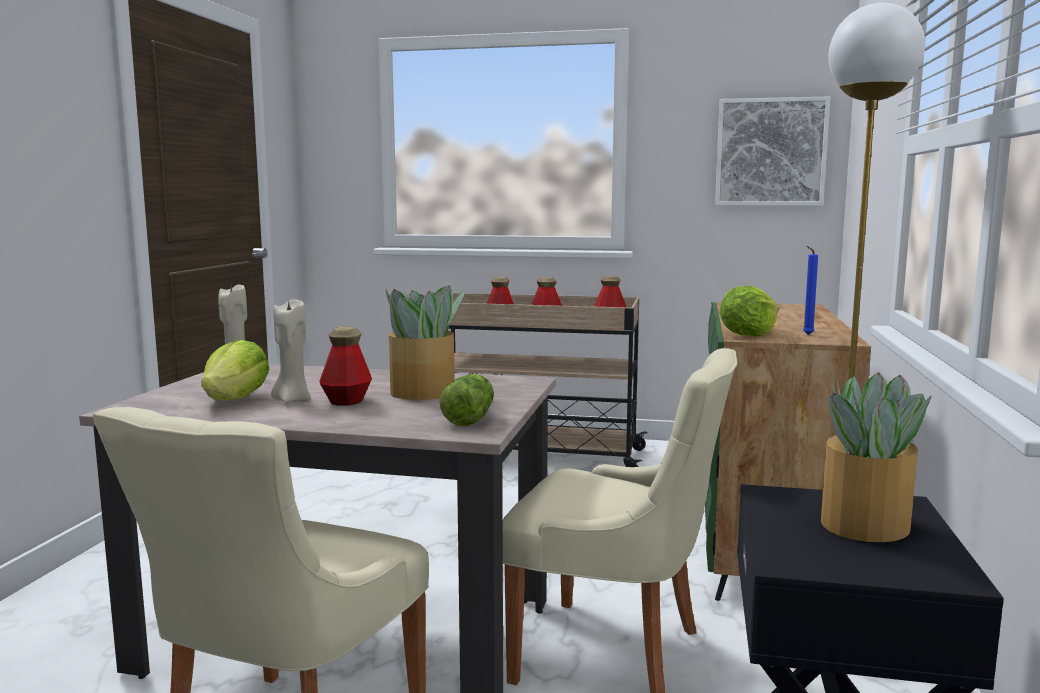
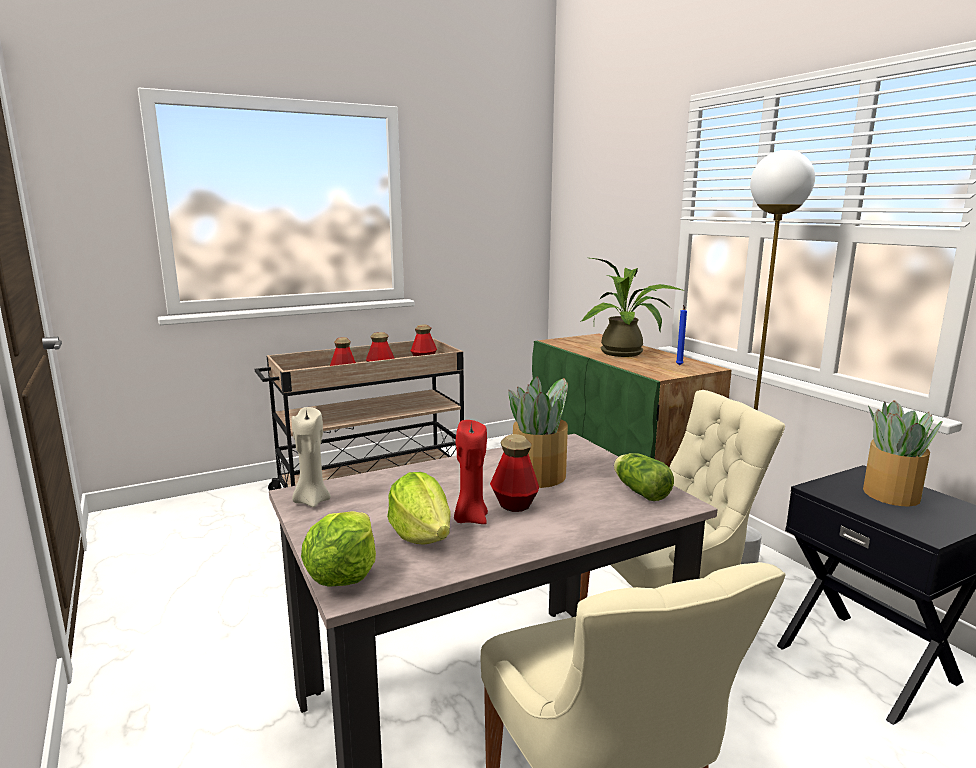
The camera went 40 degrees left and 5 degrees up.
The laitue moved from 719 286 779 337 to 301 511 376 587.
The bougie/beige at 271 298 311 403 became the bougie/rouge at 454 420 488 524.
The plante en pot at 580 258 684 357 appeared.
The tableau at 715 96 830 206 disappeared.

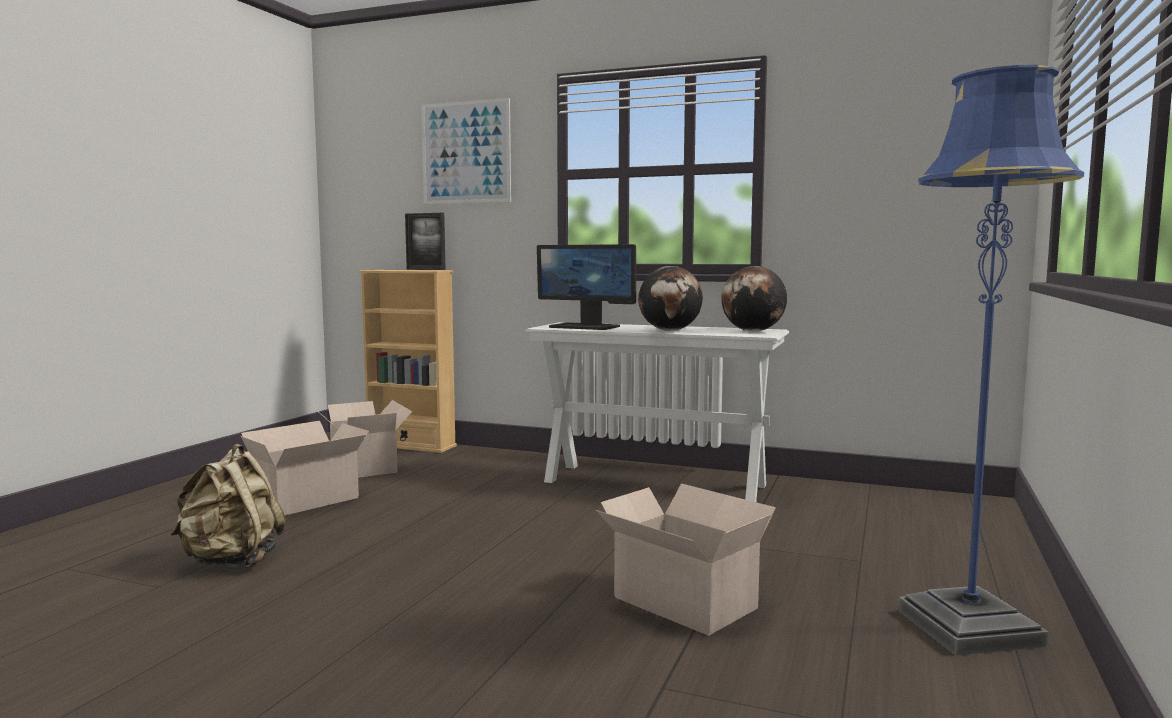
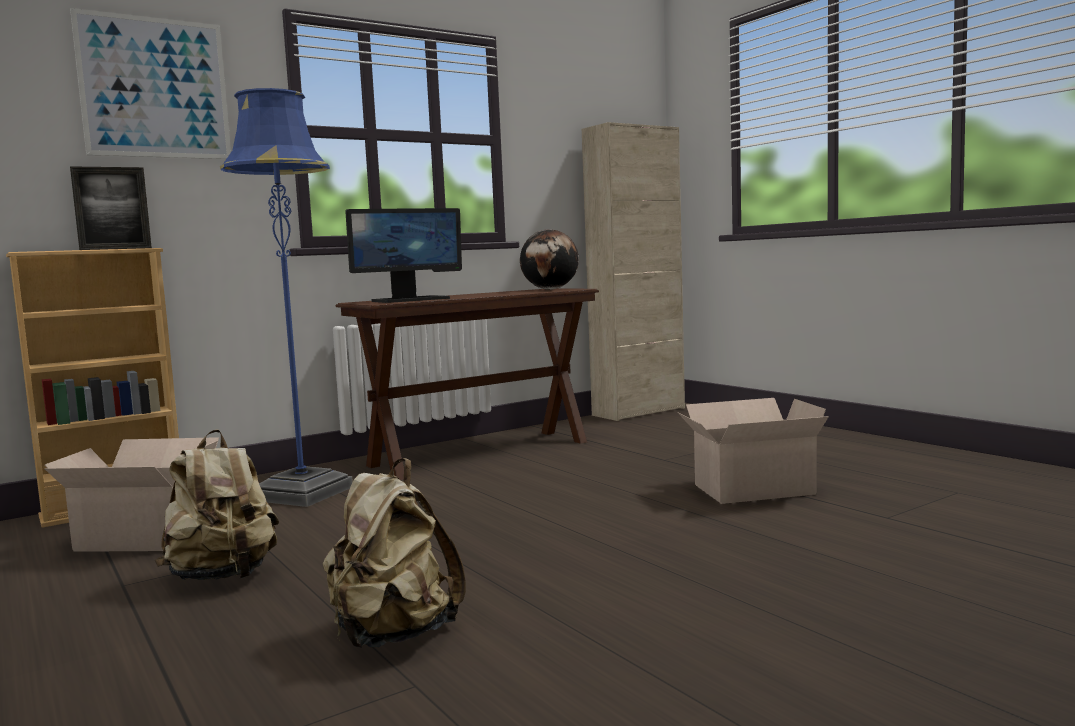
The camera went 55 degrees left and 0 degrees up.
The carton at 241 421 369 515 was replaced by the sac à dos/beige at 155 429 279 580.
The lampadaire/bleu moved from 899 65 1084 656 to 220 88 353 507.
The table console/blanc at 525 322 789 502 became the table console/marron at 336 288 599 480.
The meuble de rangement/beige at 582 122 685 421 appeared.
The globe at 638 266 703 331 disappeared.

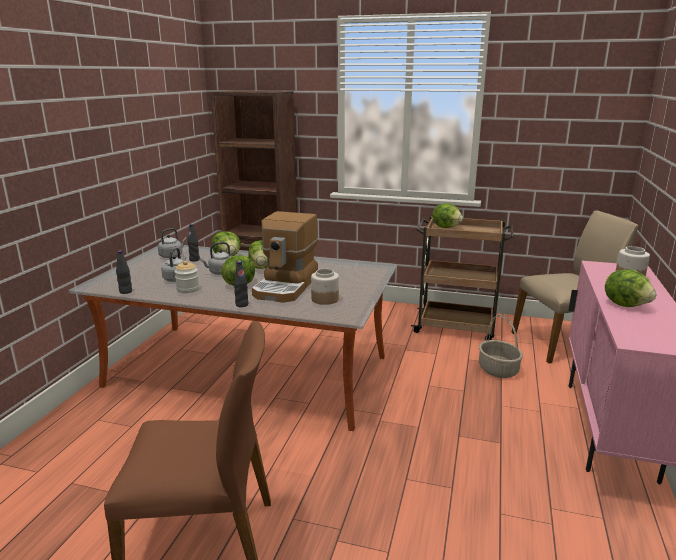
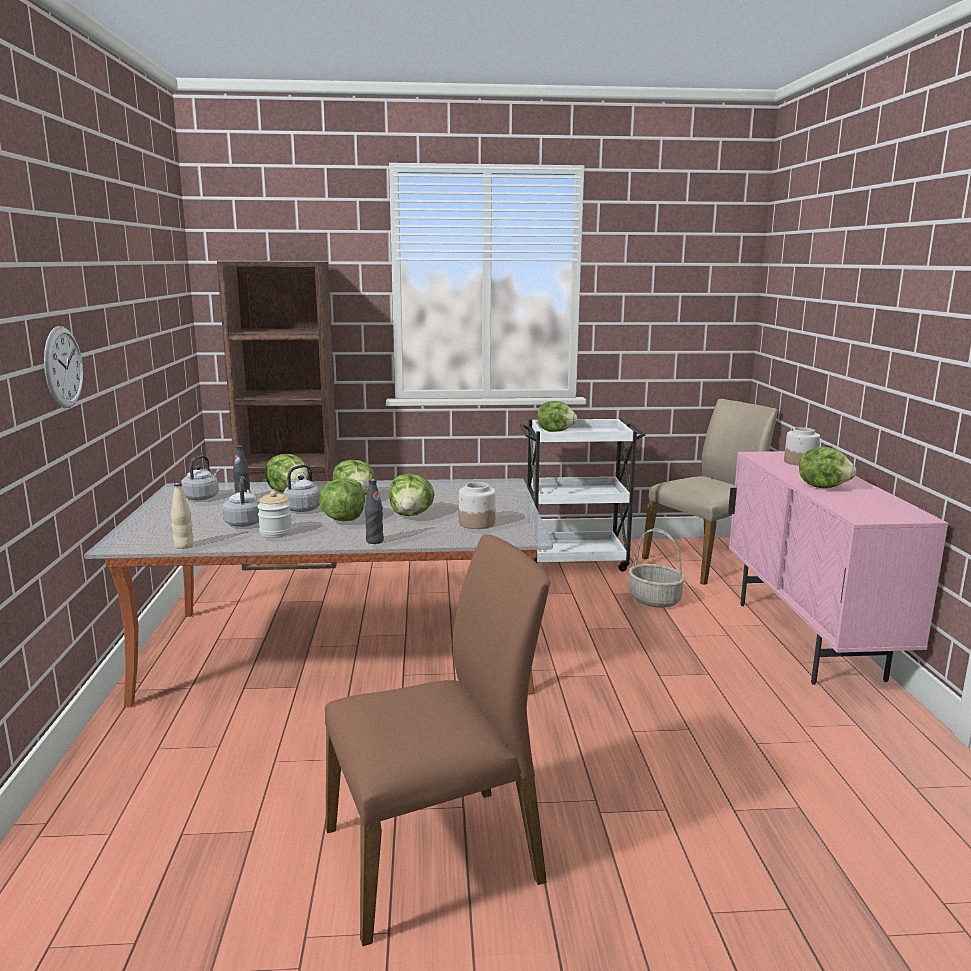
The camera went 20 degrees left and 5 degrees down.
The horloge murale at 44 326 83 408 appeared.
The bouteille/noir at 116 250 132 294 became the bouteille/beige at 171 483 194 549.
The machine à café at 252 211 318 302 was replaced by the laitue at 389 474 435 516.
The chariot/marron at 411 216 513 340 became the chariot/blanc at 520 419 645 572.

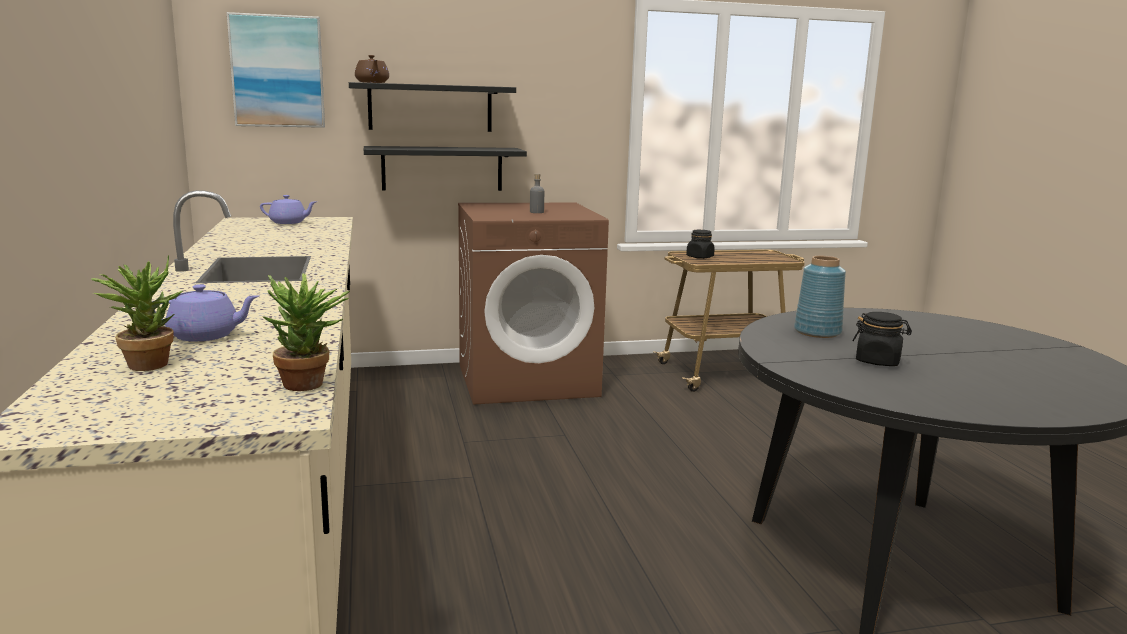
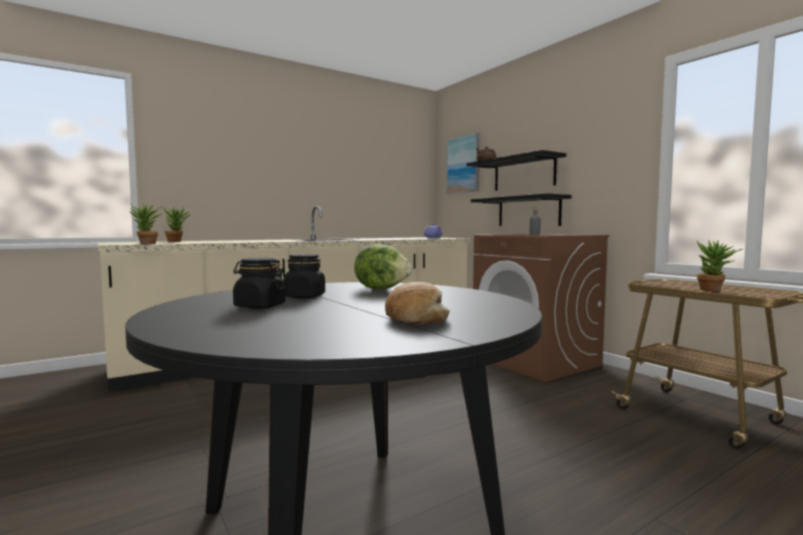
The camera went 70 degrees right and 10 degrees down.
The bocal/noir moved from 686 230 715 259 to 233 258 285 309.
The vase/bleu at 794 256 846 338 was replaced by the laitue at 354 244 412 289.
The pain at 385 282 450 325 appeared.
The plante en pot at 697 240 742 291 appeared.
The théière/violet at 152 284 259 341 disappeared.

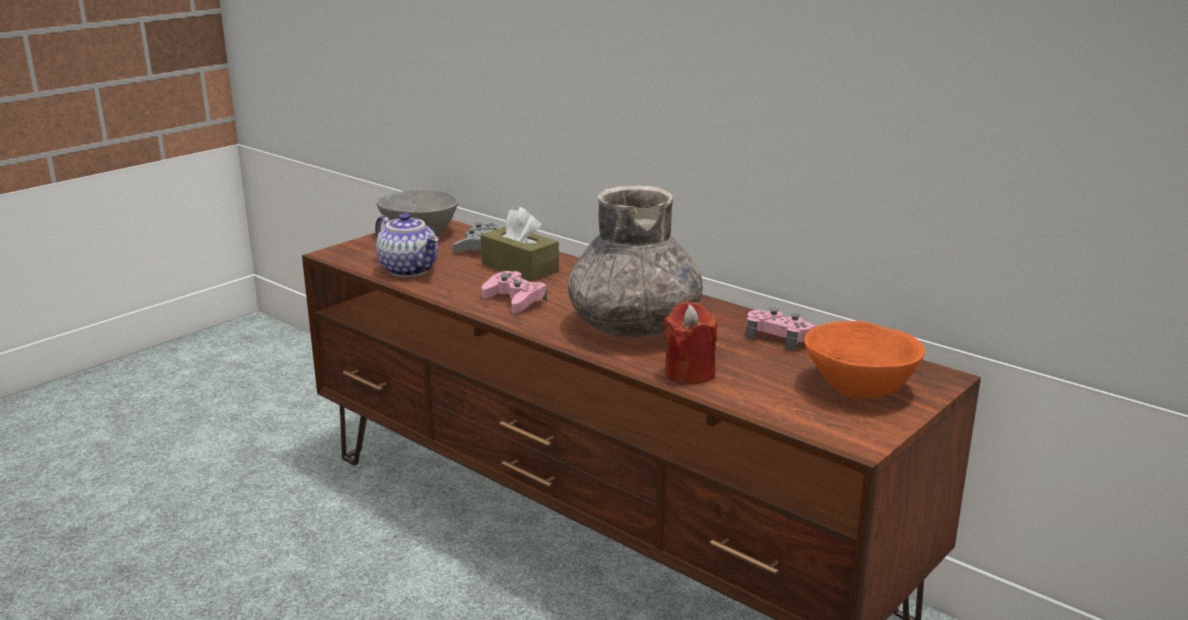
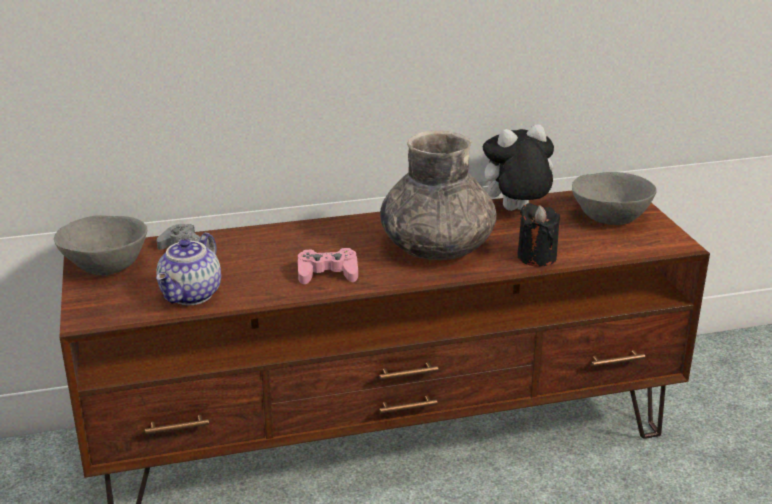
The camera went 55 degrees left and 5 degrees up.
The théière at 375 213 439 277 turned 120 degrees clockwise.
The manette/rose at 746 308 816 351 was replaced by the peluche at 478 124 554 211.
The bougie/rouge at 664 301 717 385 became the bougie/noir at 517 203 560 267.
The bol/orange at 804 321 925 399 became the bol/gris at 572 172 657 225.
The boîte à mouchoirs/marron at 481 207 559 282 disappeared.

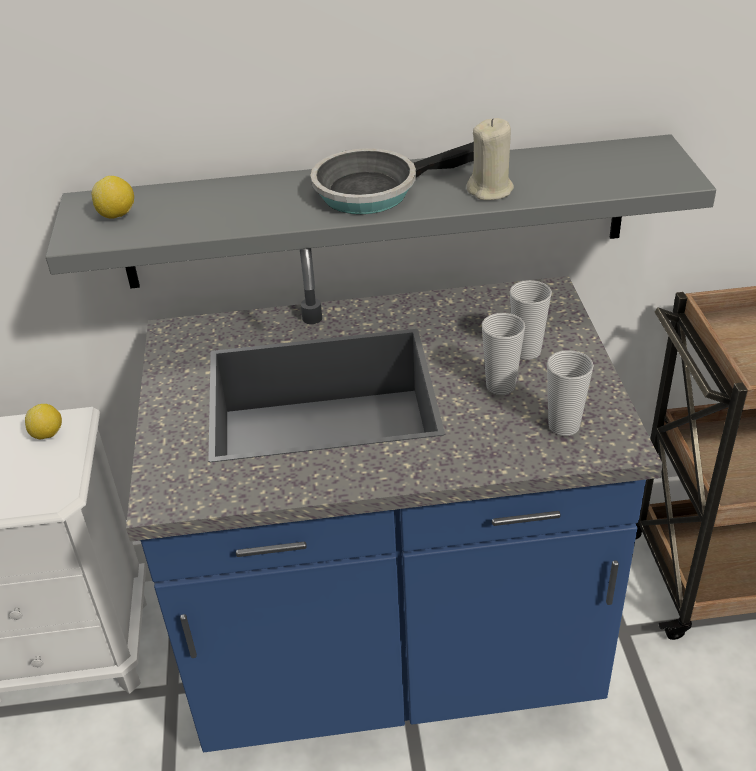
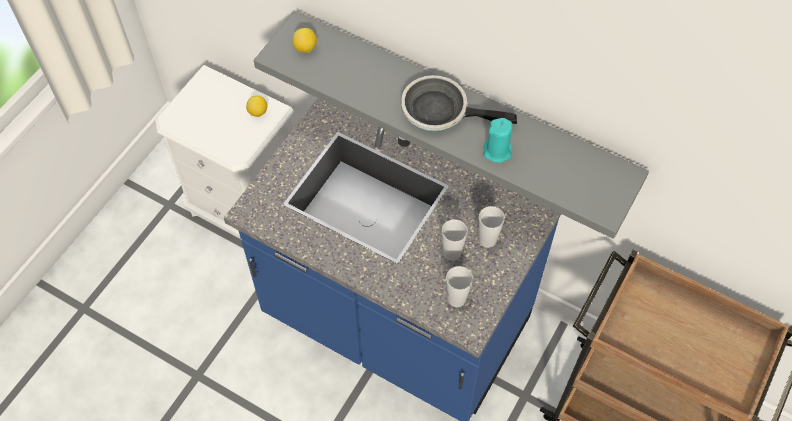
The camera went 35 degrees right and 20 degrees up.
The bougie/beige at 467 118 514 200 became the bougie/turquoise at 483 118 512 163.

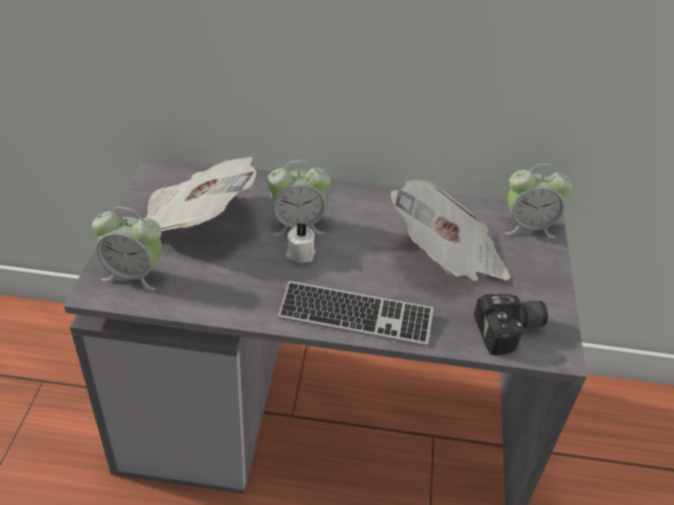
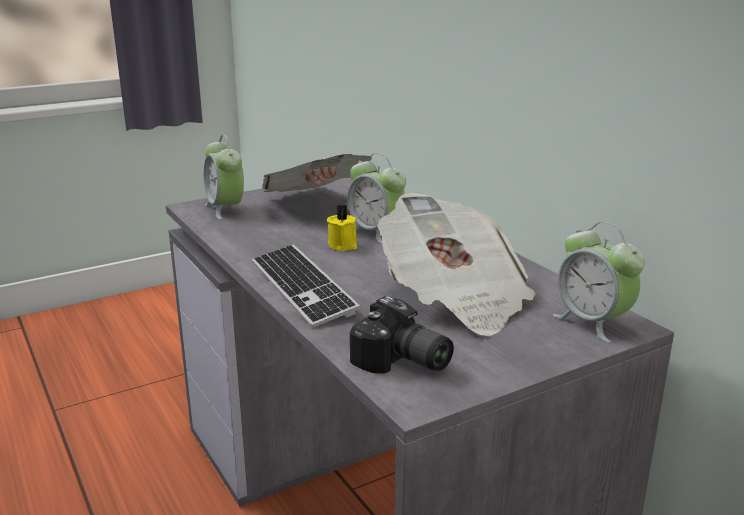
The camera went 55 degrees right and 20 degrees down.
The bougie/blanc at 286 223 316 263 became the bougie/jaune at 327 204 357 251.

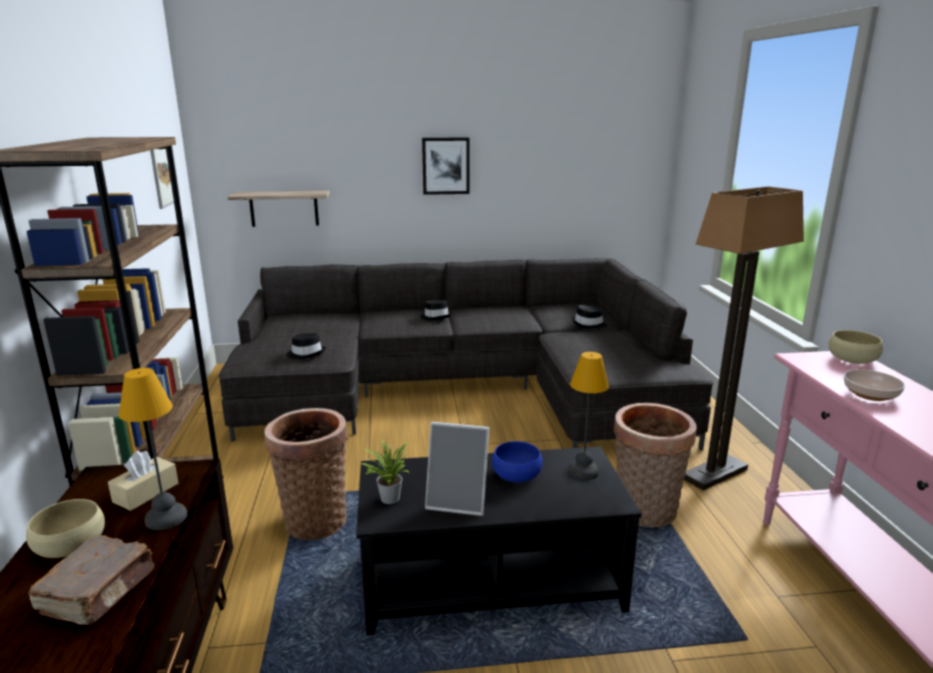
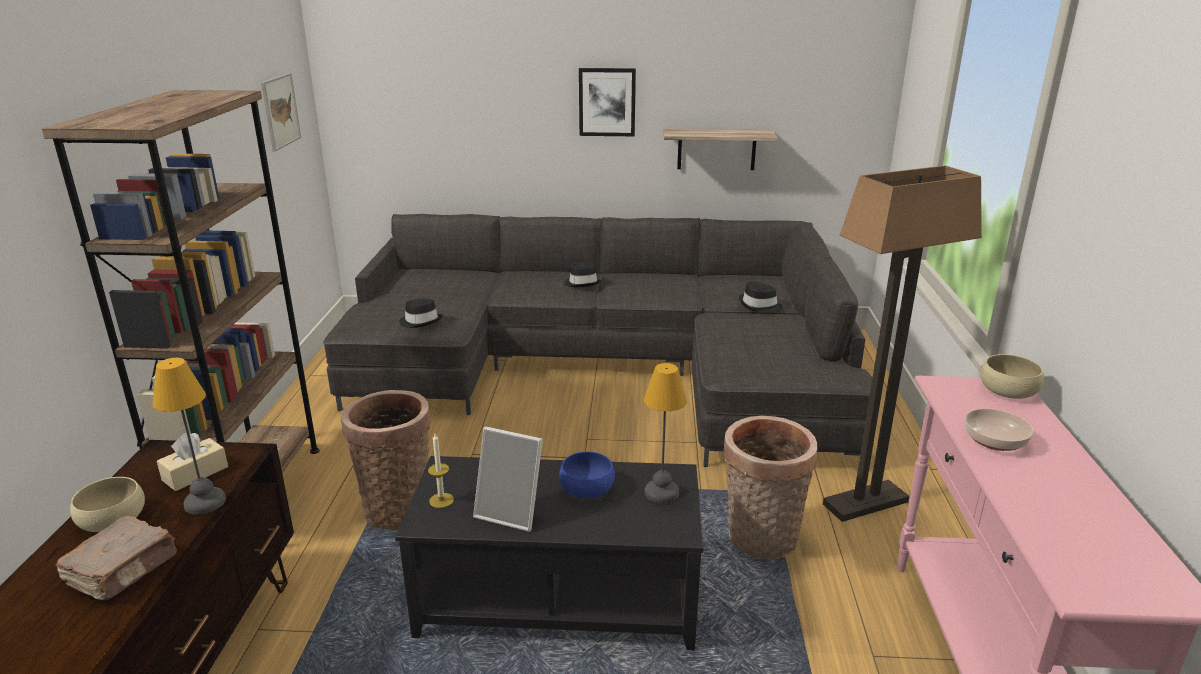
The camera went 10 degrees right and 5 degrees up.
The plante en pot at 360 440 410 504 was replaced by the bougie at 428 434 454 508.
The étagère moved from 228 190 330 227 to 663 128 778 170.

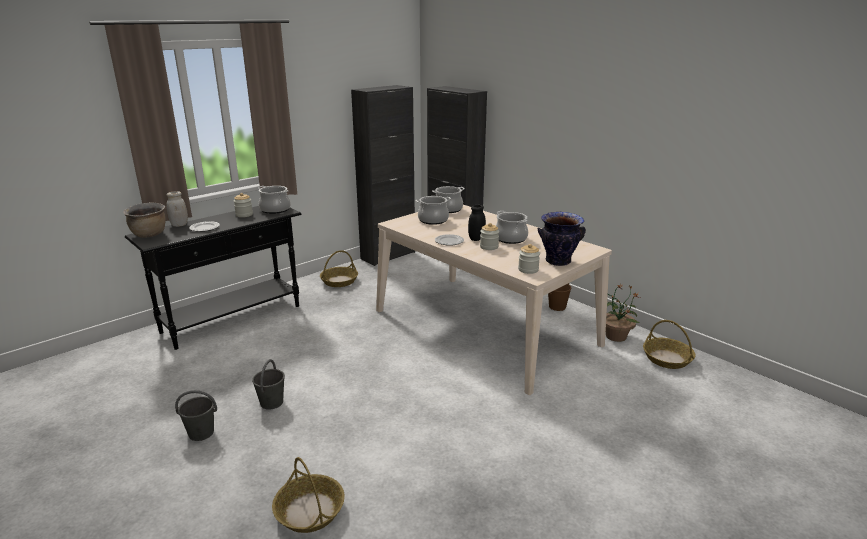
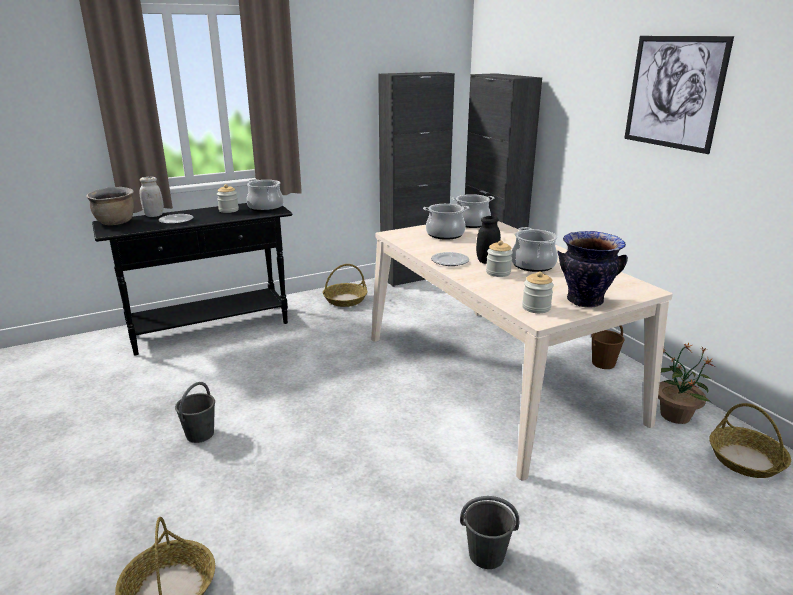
The camera went 15 degrees right and 0 degrees up.
The seau/gris moved from 175 390 217 441 to 460 496 519 569.
The tableau at 624 36 734 154 appeared.

